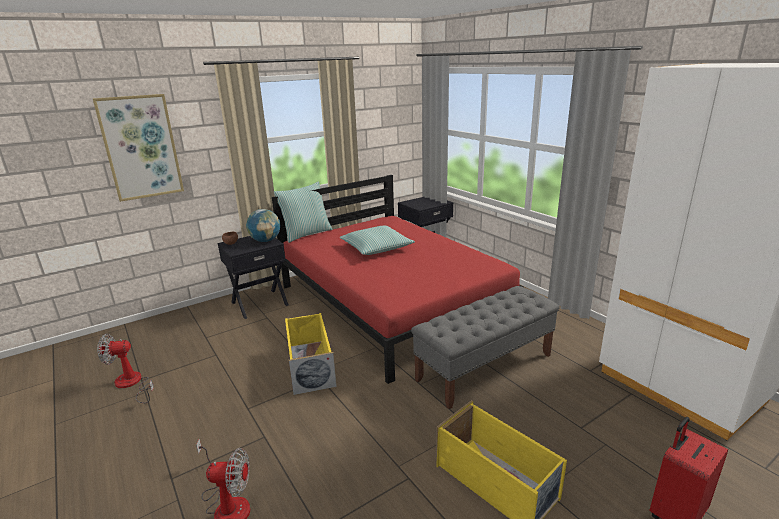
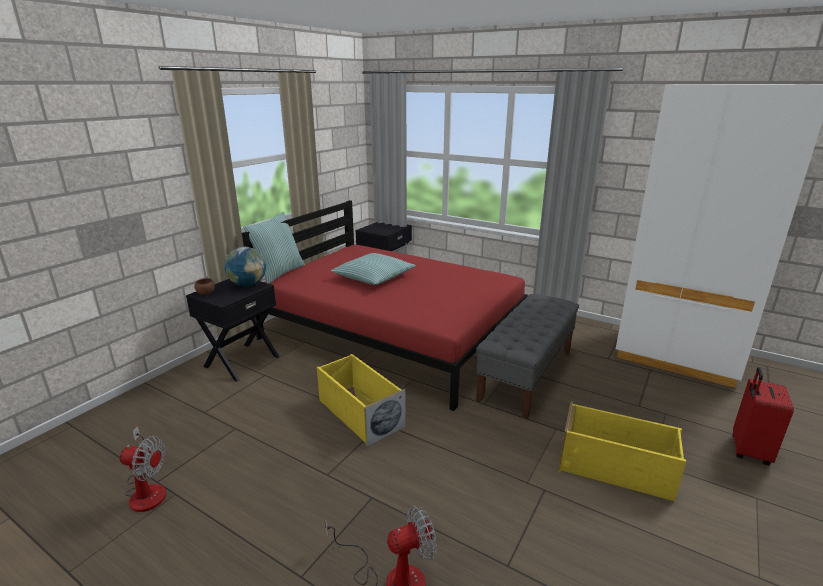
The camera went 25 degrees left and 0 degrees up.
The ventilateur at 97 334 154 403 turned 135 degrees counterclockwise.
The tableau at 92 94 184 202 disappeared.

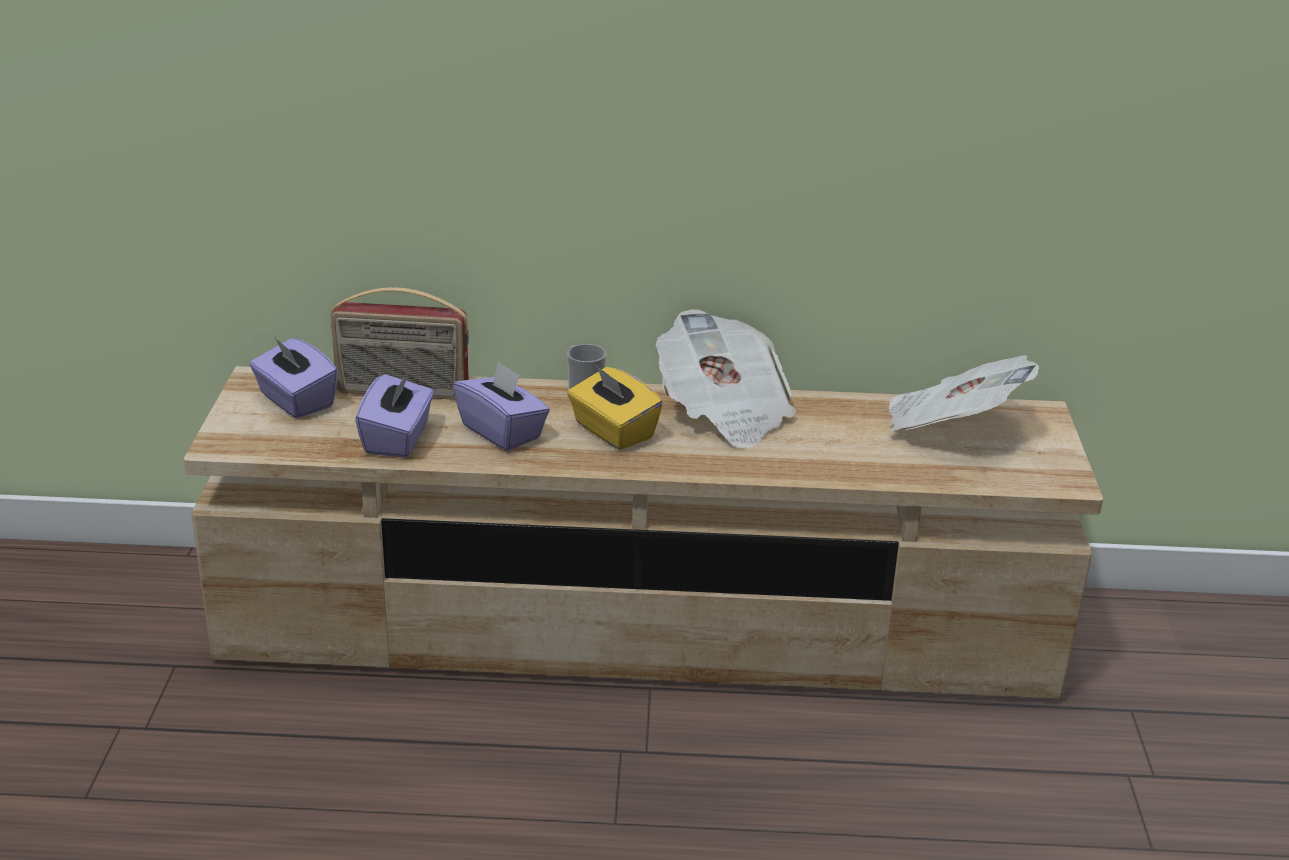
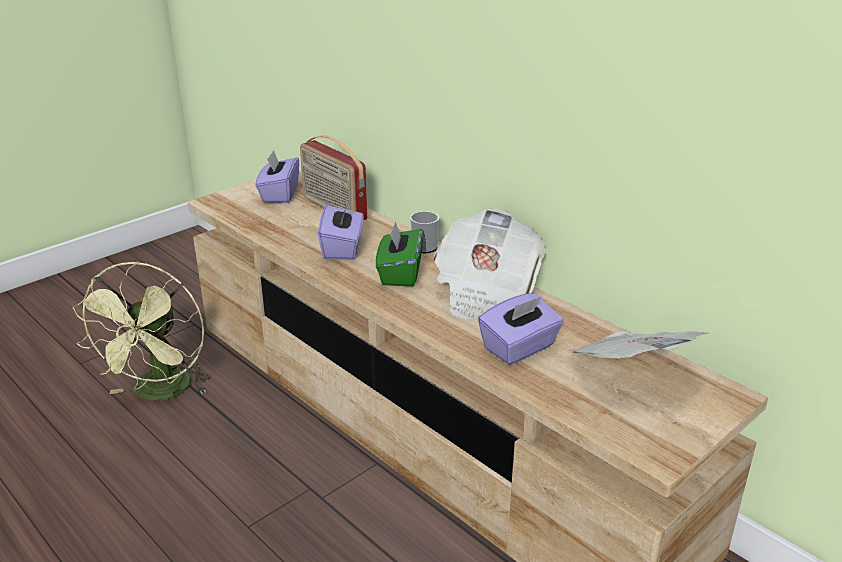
The camera went 45 degrees right and 0 degrees up.
The ventilateur/vert at 72 262 210 401 appeared.
The boîte à mouchoirs/jaune at 567 365 663 450 became the boîte à mouchoirs/vert at 376 221 423 287.
The boîte à mouchoirs/violet moved from 355 371 434 458 to 478 293 564 365.

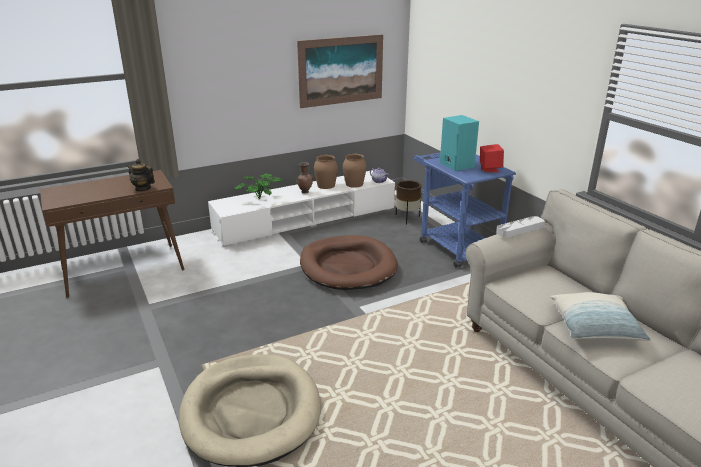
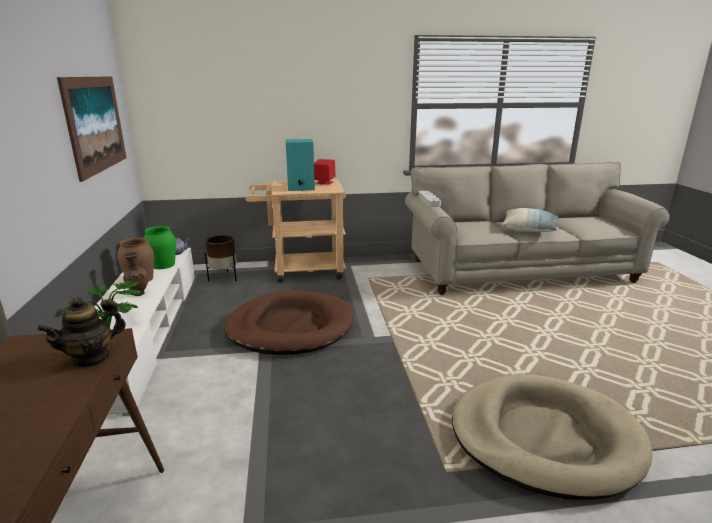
The camera went 70 degrees left and 5 degrees down.
The vase/marron at 343 154 367 188 became the vase/vert at 144 226 176 269.
The chariot/bleu at 414 153 516 267 became the chariot/beige at 246 179 346 283.

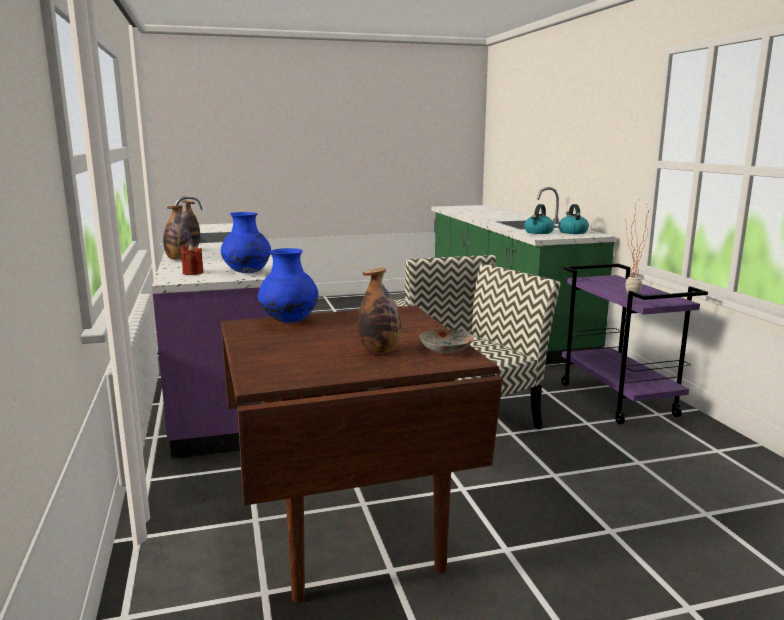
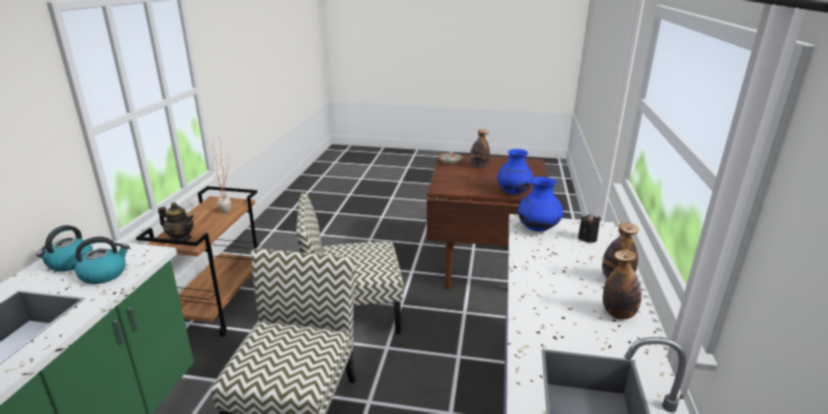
The camera went 155 degrees left and 10 degrees up.
The chariot/violet at 562 264 708 424 became the chariot/marron at 136 186 260 337.
The théière at 158 202 194 241 appeared.
The bougie/rouge at 181 244 203 275 became the bougie/noir at 578 214 601 243.

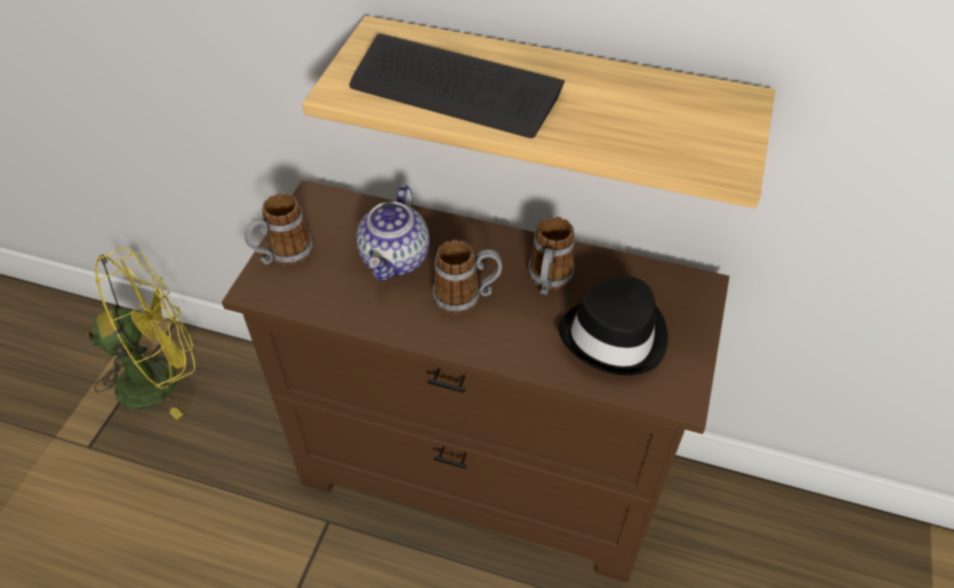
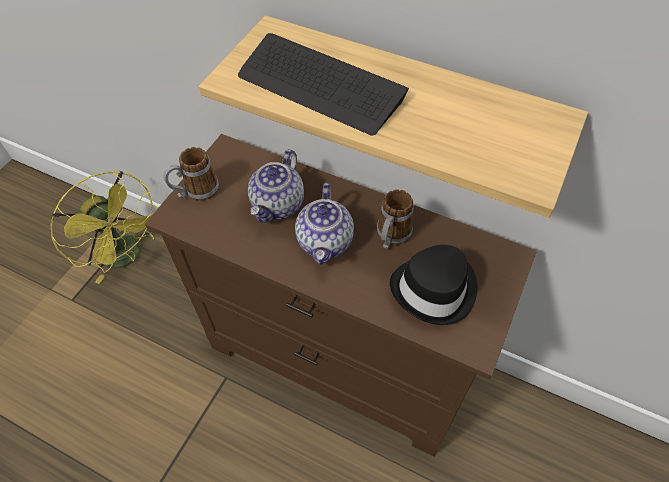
The camera went 10 degrees right and 5 degrees up.
The ventilateur/jaune at 85 247 195 420 turned 60 degrees clockwise.
The mug at 433 240 502 314 was replaced by the théière at 295 183 354 265.

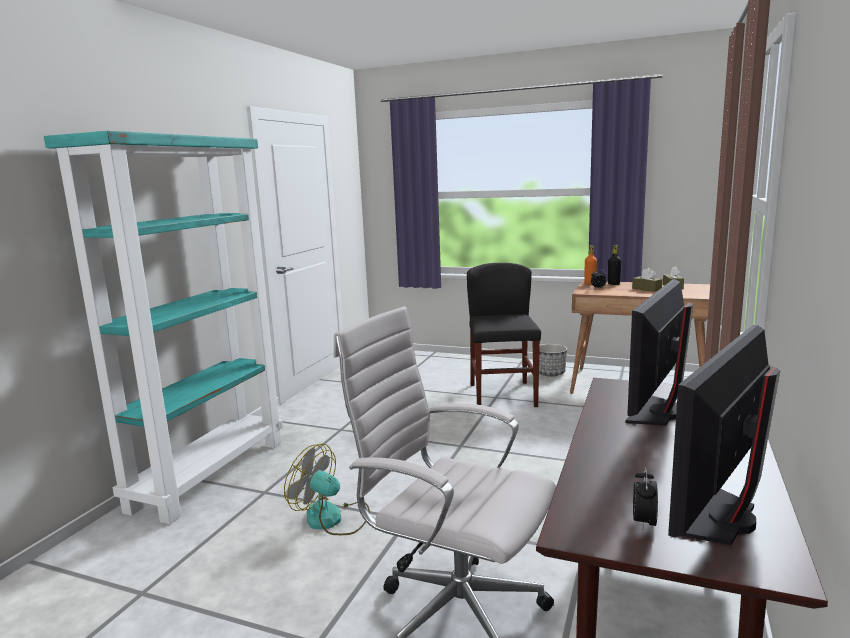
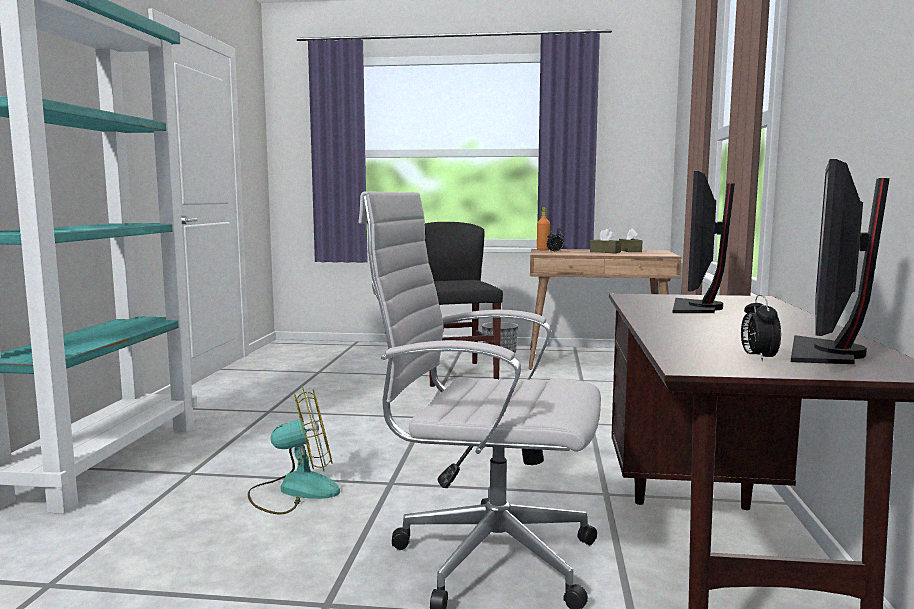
The camera went 15 degrees left and 5 degrees down.
The ventilateur at 284 444 370 535 turned 150 degrees clockwise.
The bouteille/noir at 608 245 621 285 disappeared.

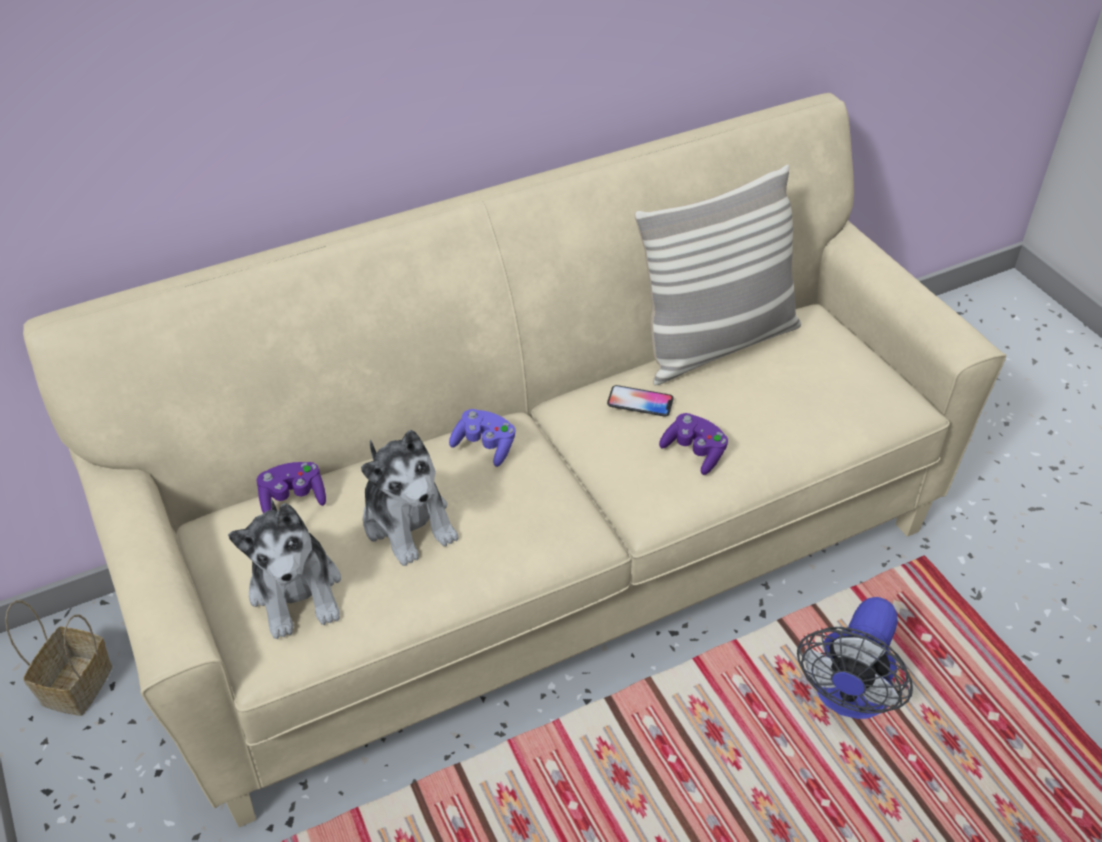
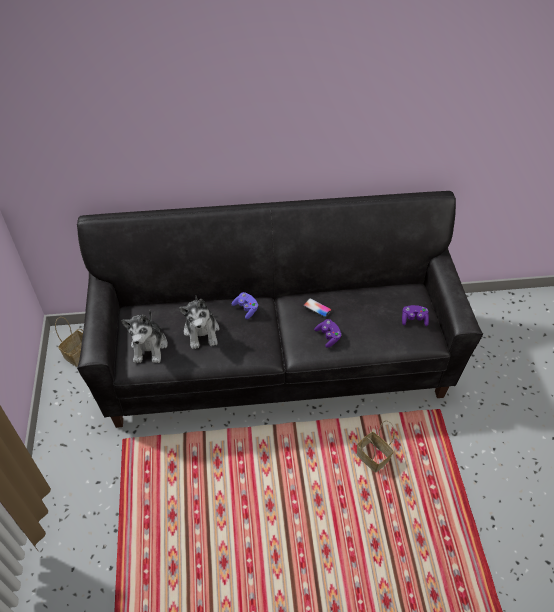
The camera went 20 degrees right and 5 degrees up.
The canapé/beige at 23 93 1006 827 became the canapé/noir at 77 191 483 428.
The ventilateur at 797 597 913 719 was replaced by the panier at 357 420 395 473.
The manette/violet moved from 257 462 326 513 to 402 305 429 326.
The coussin at 634 165 801 385 disappeared.

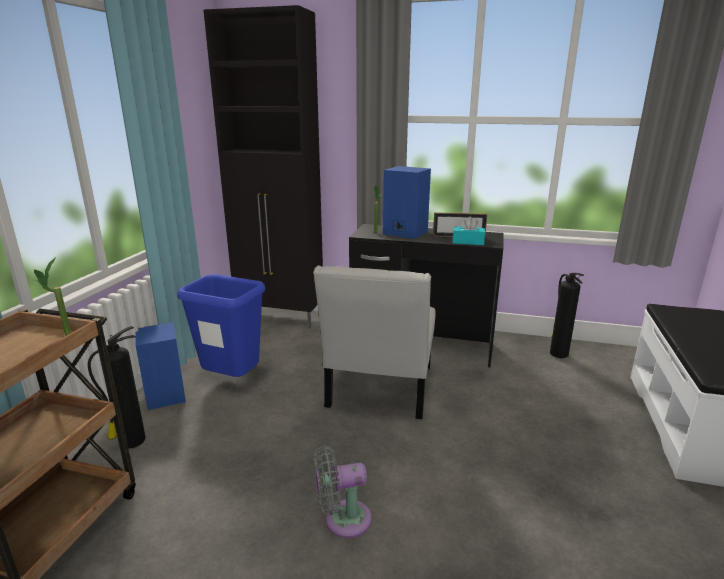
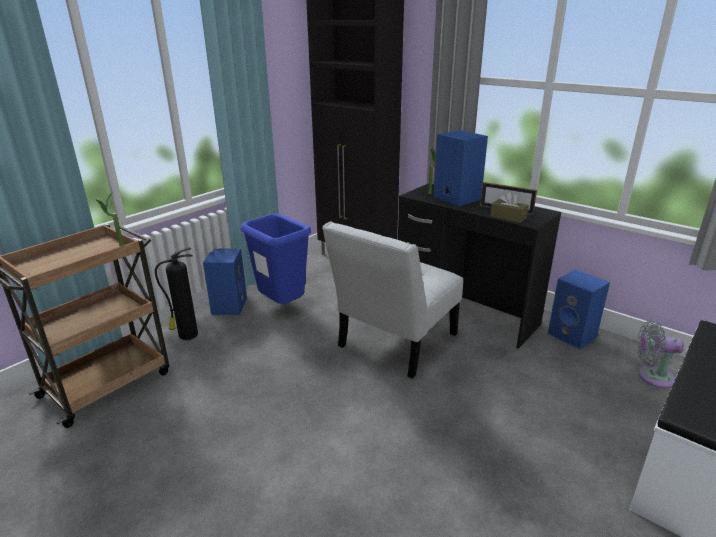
The camera went 25 degrees right and 5 degrees up.
The boîte à mouchoirs/turquoise at 453 217 485 245 became the boîte à mouchoirs/marron at 490 192 529 223.
The enceinte/bleu at 548 269 610 349 appeared.
The ventilateur/gris moved from 314 446 371 538 to 637 320 684 389.
The extincteur at 550 273 584 358 disappeared.

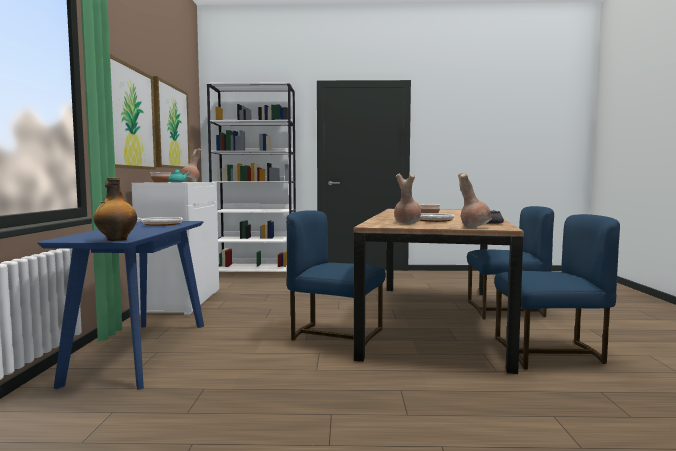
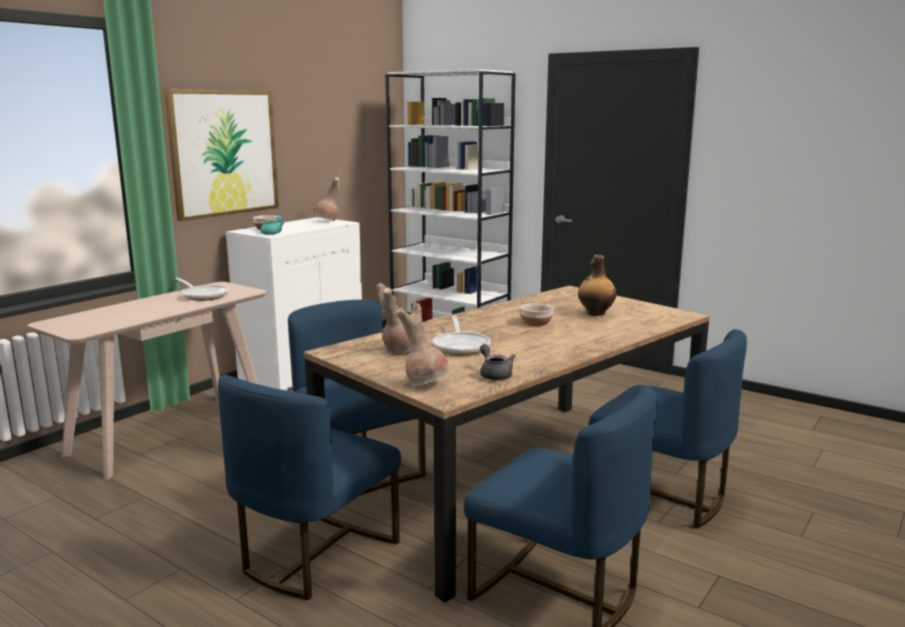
The camera went 35 degrees right and 10 degrees up.
The table console/bleu at 37 221 204 390 became the table console/beige at 27 282 267 479.
The chaise/bleu at 218 374 401 600 appeared.
The bouteille moved from 93 177 137 241 to 578 255 616 316.
The tableau at 153 76 190 169 disappeared.

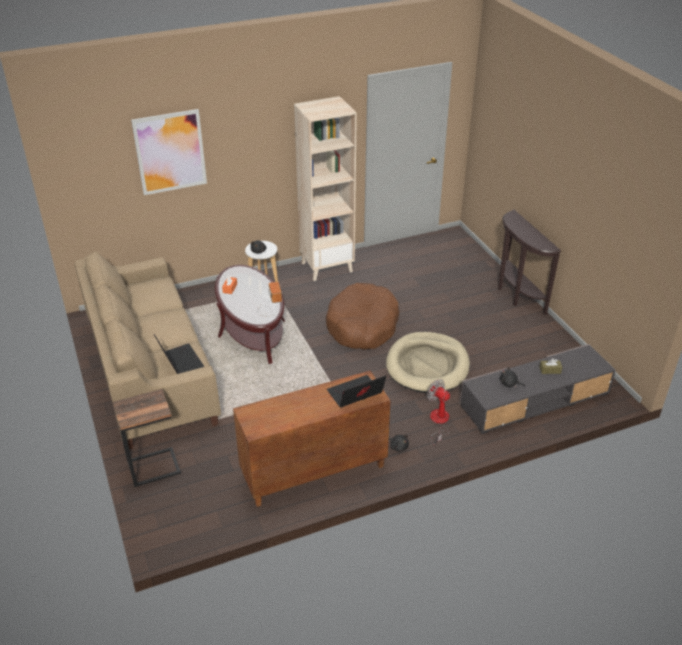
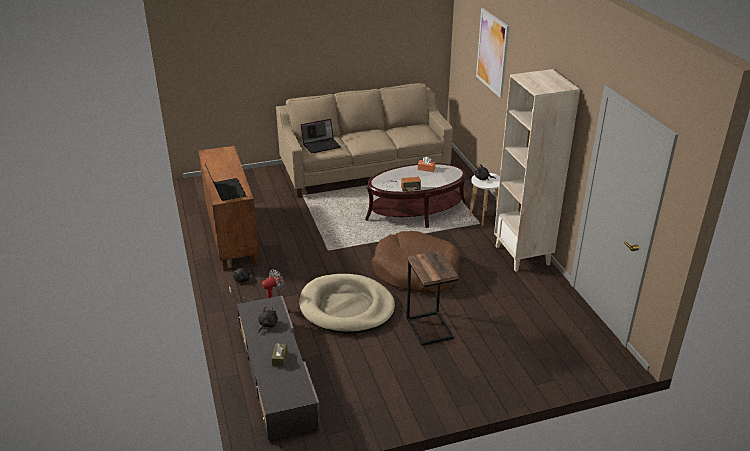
The camera went 95 degrees right and 5 degrees down.
The table d'appoint moved from 113 389 181 487 to 407 250 459 346.
The table console/marron at 498 210 561 315 disappeared.

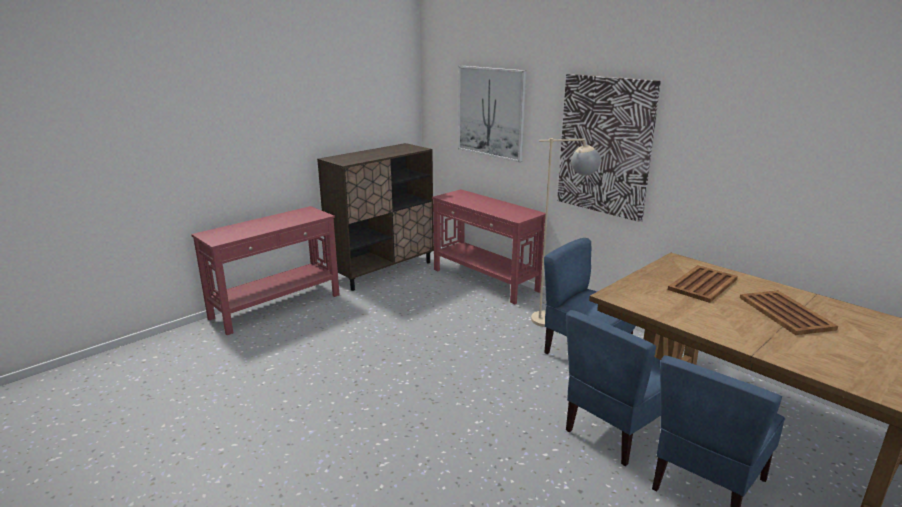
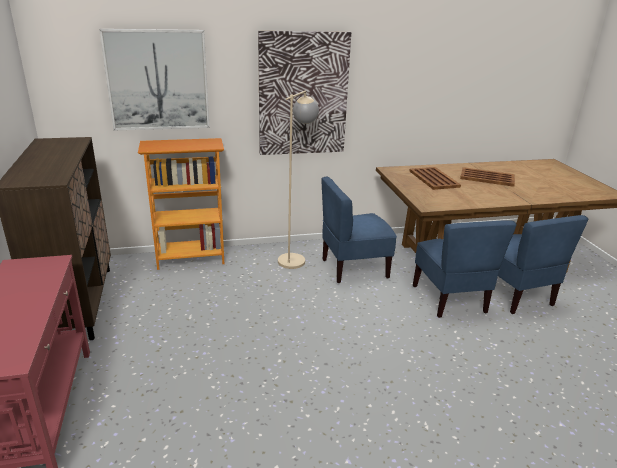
The camera went 60 degrees left and 5 degrees up.
The table console/rouge at 432 189 545 304 was replaced by the bibliothèque at 138 138 224 270.

